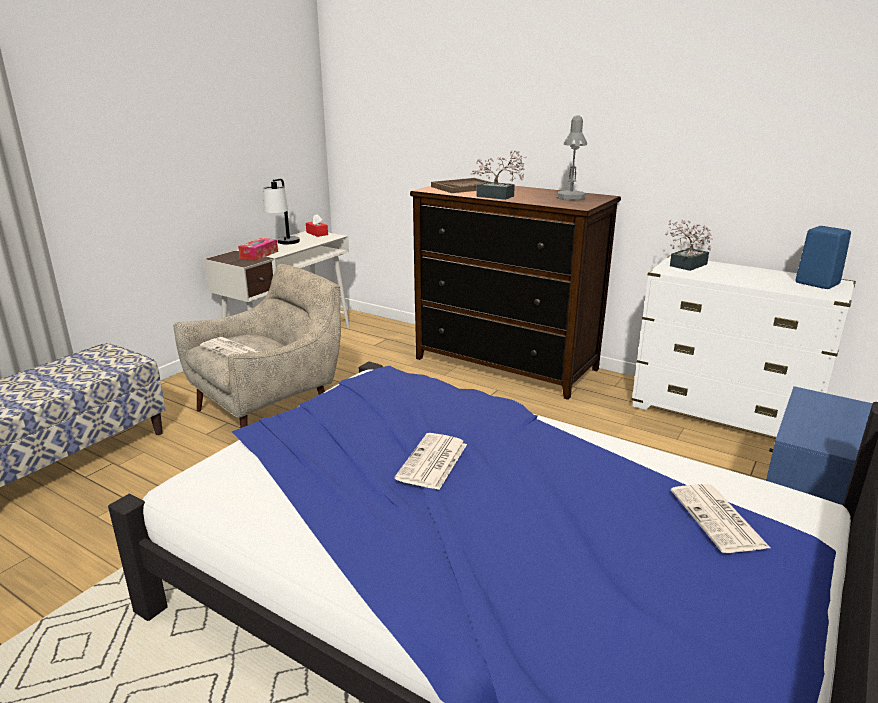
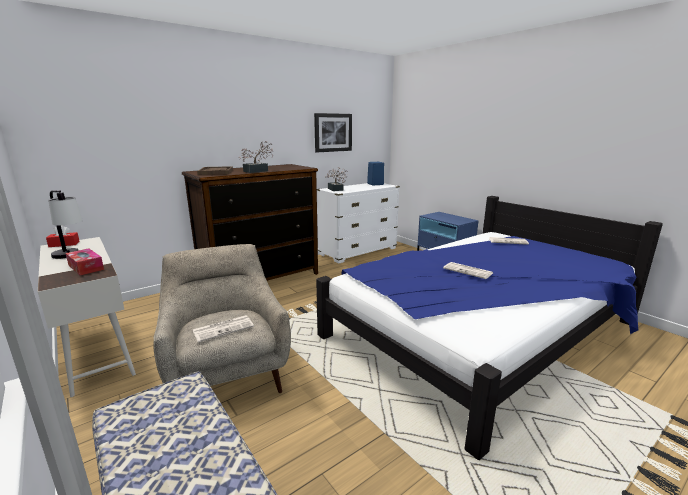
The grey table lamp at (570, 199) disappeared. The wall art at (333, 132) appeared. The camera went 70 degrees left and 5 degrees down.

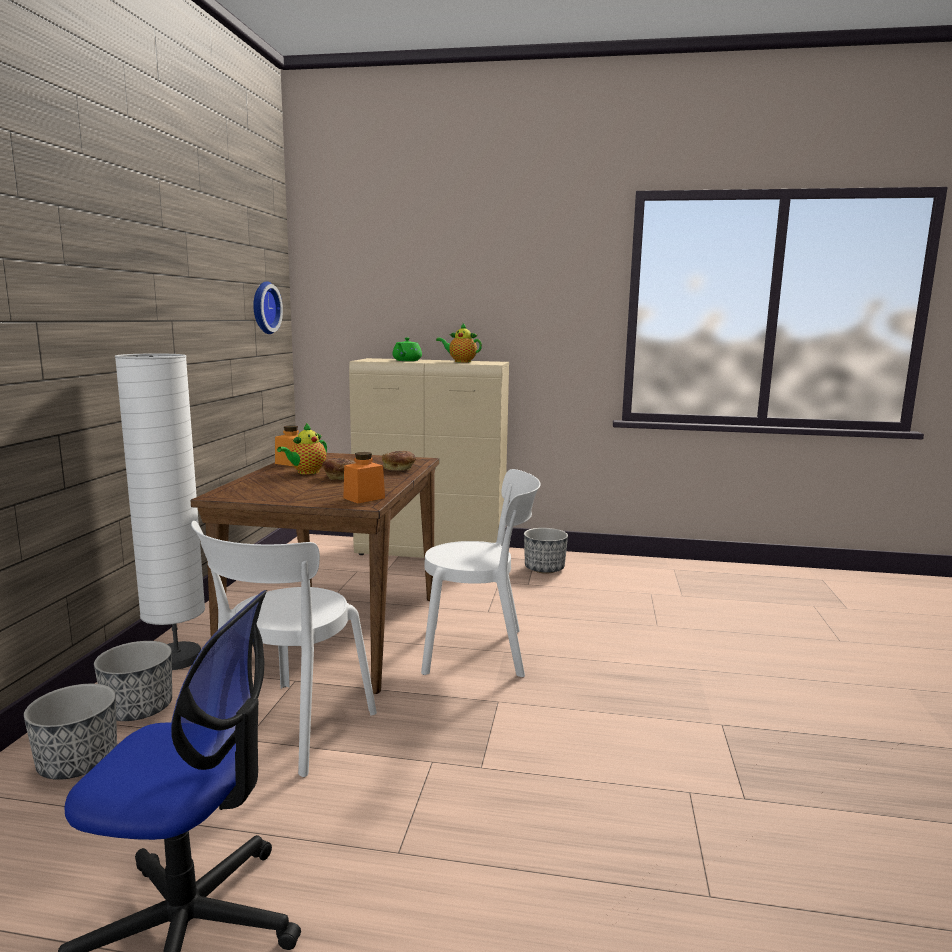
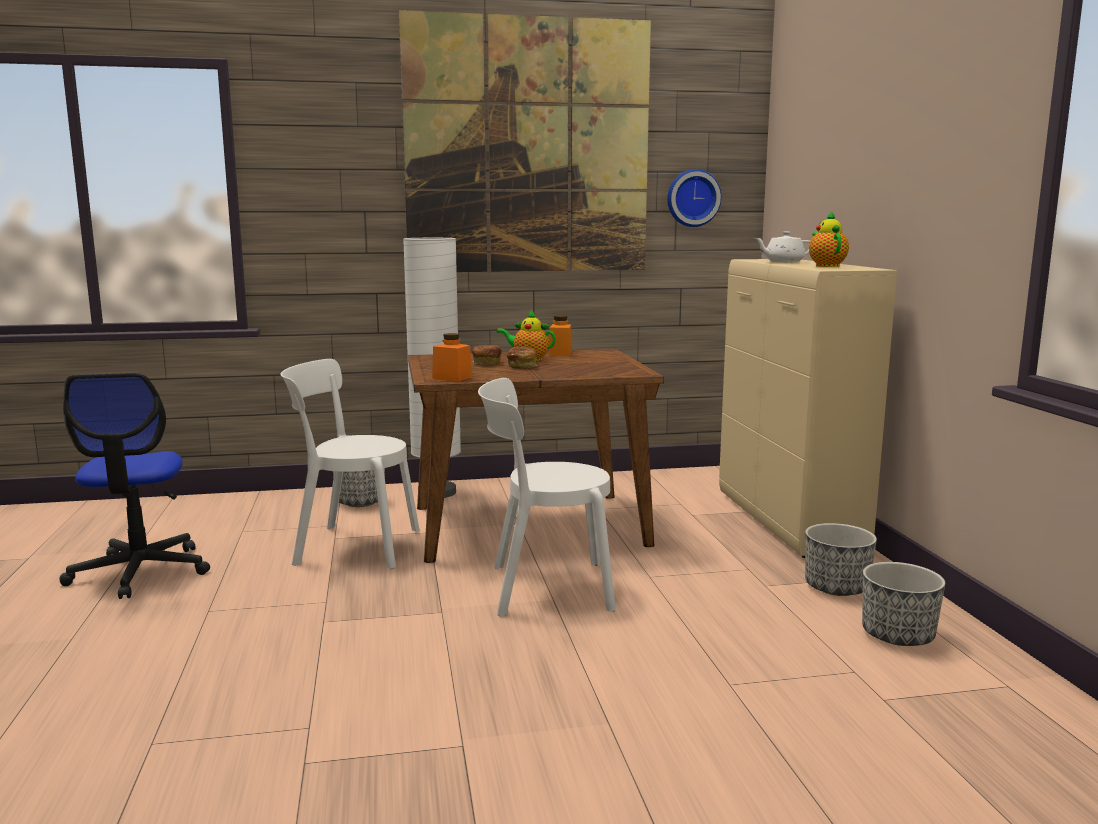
The wall art at (528, 147) appeared. The plant pot moved from (77, 763) to (897, 635). The baked bread moved from (399, 469) to (486, 363). The greenish teapot at (406, 361) became the whitish teapot at (783, 262). The whitish upright chair at (480, 651) turned 105 degrees clockwise. The camera went 70 degrees right and 0 degrees up.

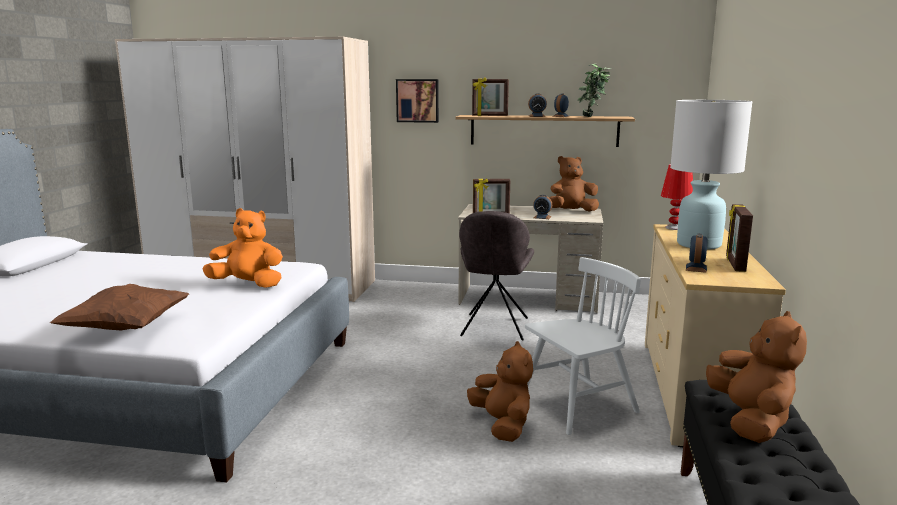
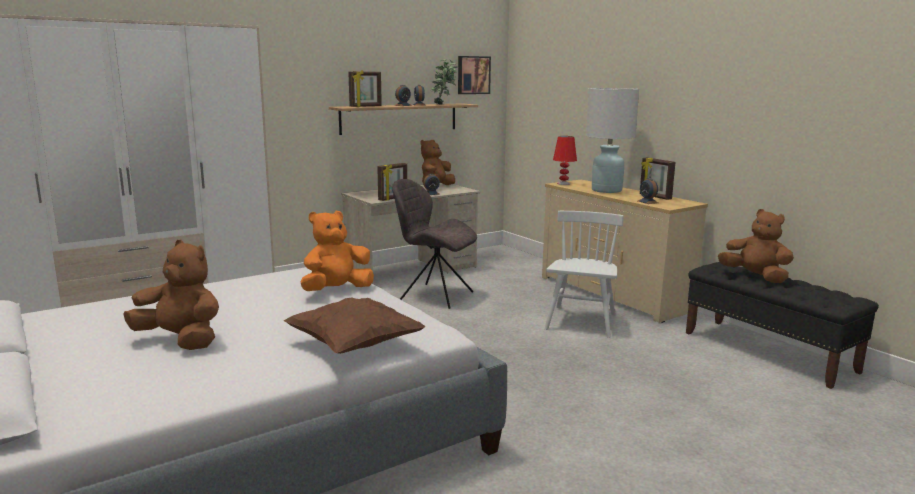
The wall art moved from (417, 100) to (473, 75). The brown cuddly toy moved from (502, 425) to (181, 340). The grey upright chair at (494, 328) turned 150 degrees clockwise. The camera went 45 degrees left and 0 degrees up.

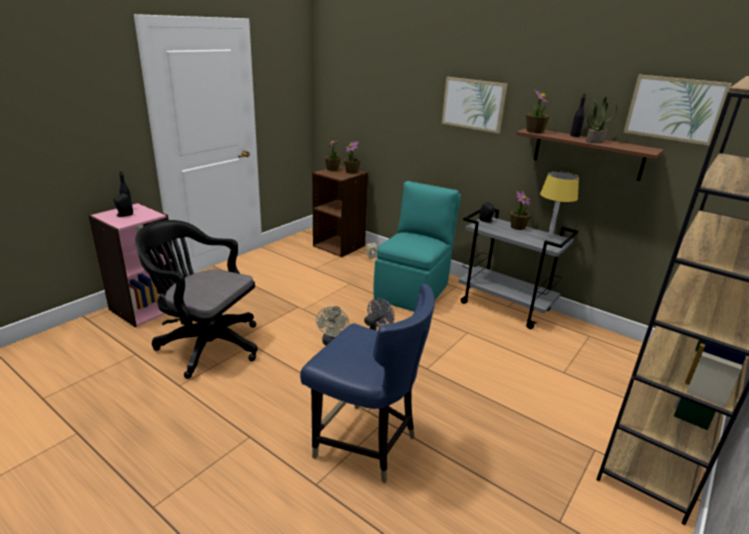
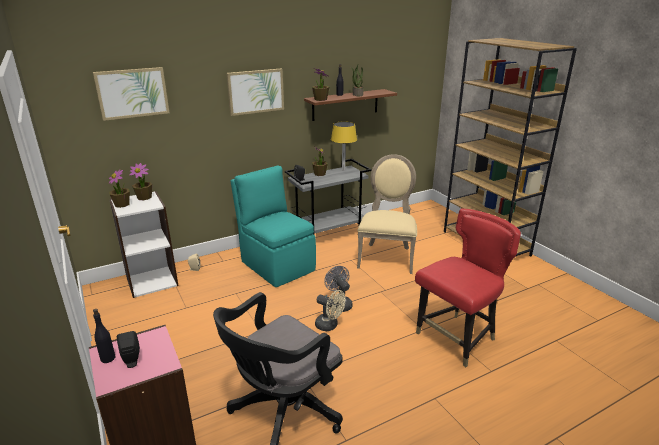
The sand-coloured upright chair at (387, 256) appeared. The wall art moved from (674, 109) to (132, 93). The blue upright chair at (365, 444) became the red-coloured upright chair at (457, 338). The brown bookcase at (339, 246) became the whitish bookcase at (152, 281). The camera went 65 degrees left and 0 degrees up.

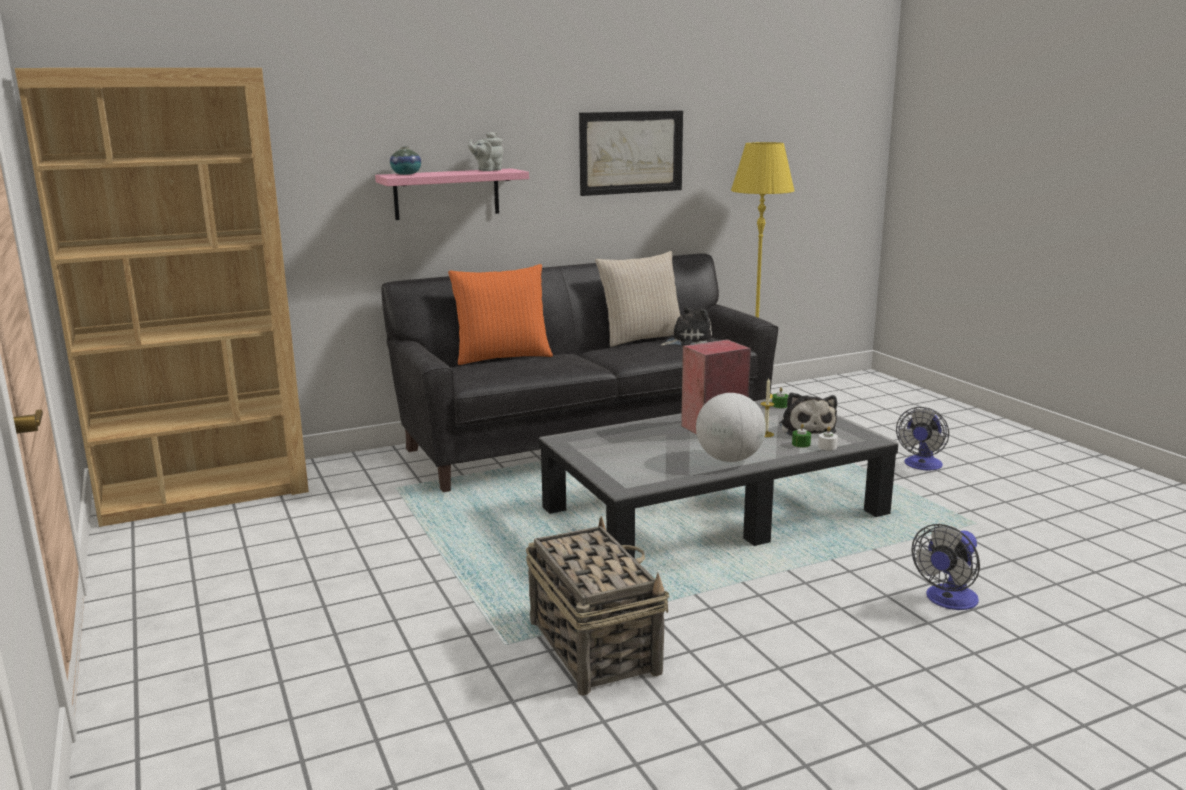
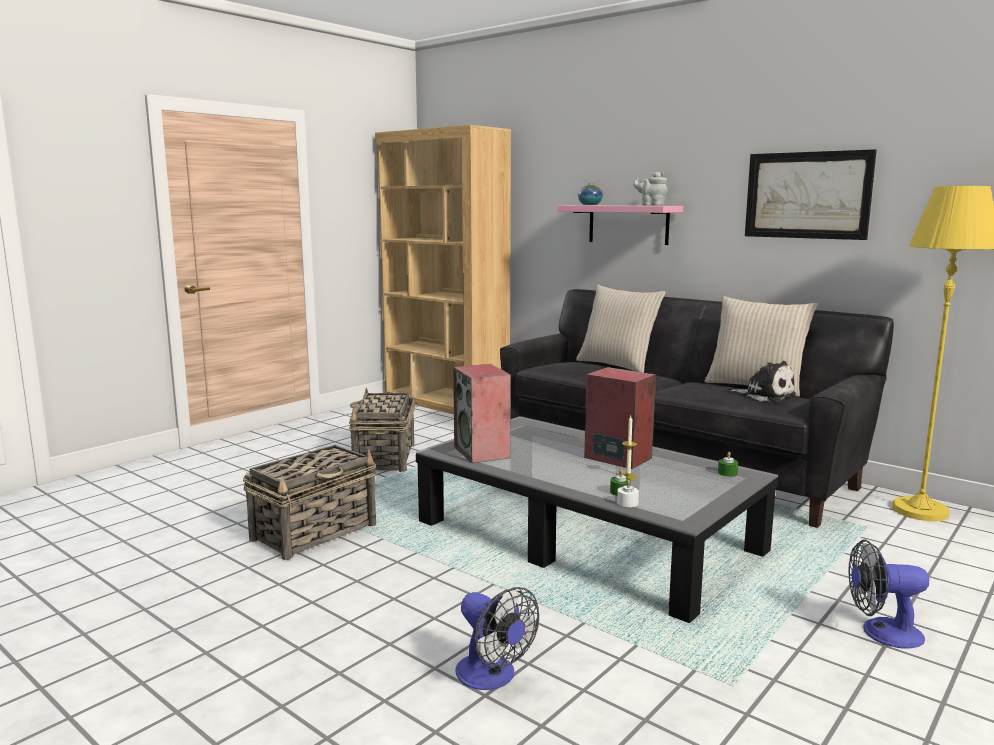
The desk globe at (729, 459) disappeared. The cuddly toy at (806, 428) disappeared. The basket at (384, 458) appeared. The loudspeaker at (482, 452) appeared. The orangey throw pillow at (502, 357) became the sand-coloured throw pillow at (617, 365). The cooling fan at (948, 601) turned 150 degrees counterclockwise. The camera went 65 degrees right and 5 degrees down.

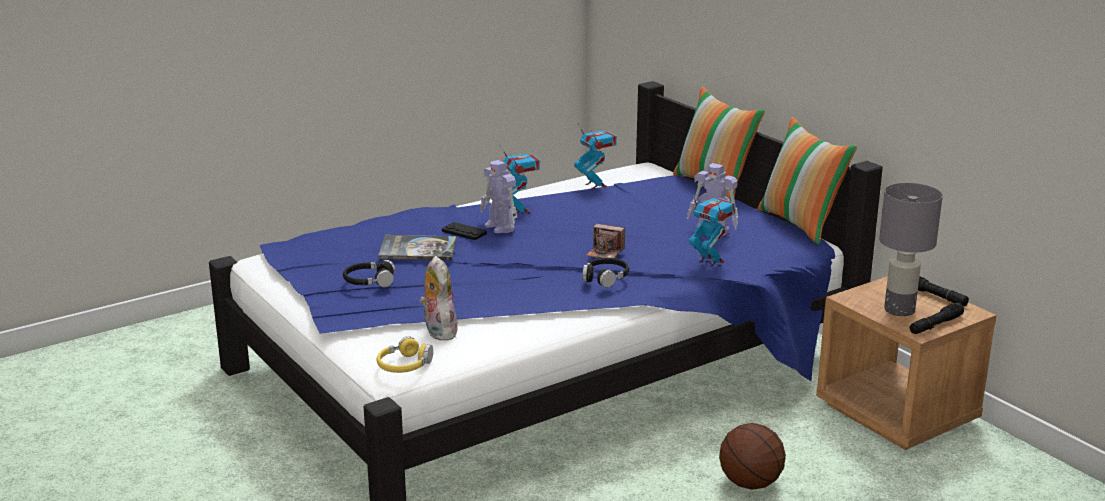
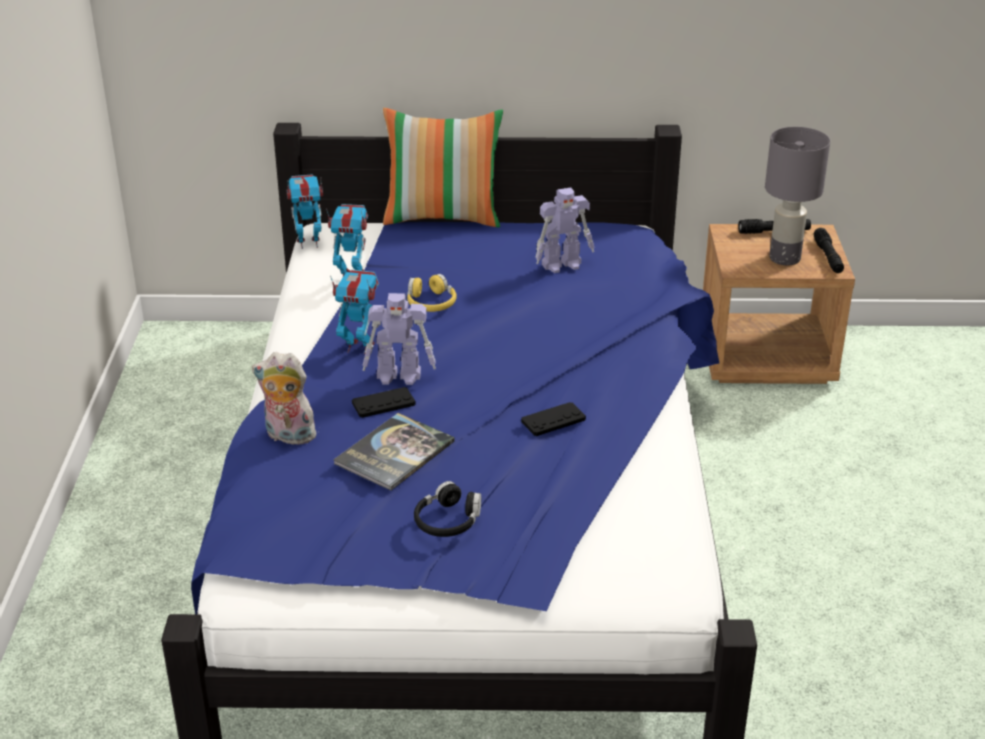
The black-coloured headset at (605, 278) disappeared. The still camera at (605, 253) disappeared. The basketball ball at (751, 483) disappeared. The throw pillow at (800, 224) disappeared. The black-coloured joypad at (553, 420) appeared. The yellow-coloured headset moved from (404, 365) to (431, 303). The cuddly toy moved from (438, 331) to (288, 436). The model robot moved from (710, 261) to (308, 243). The camera went 55 degrees left and 10 degrees up.

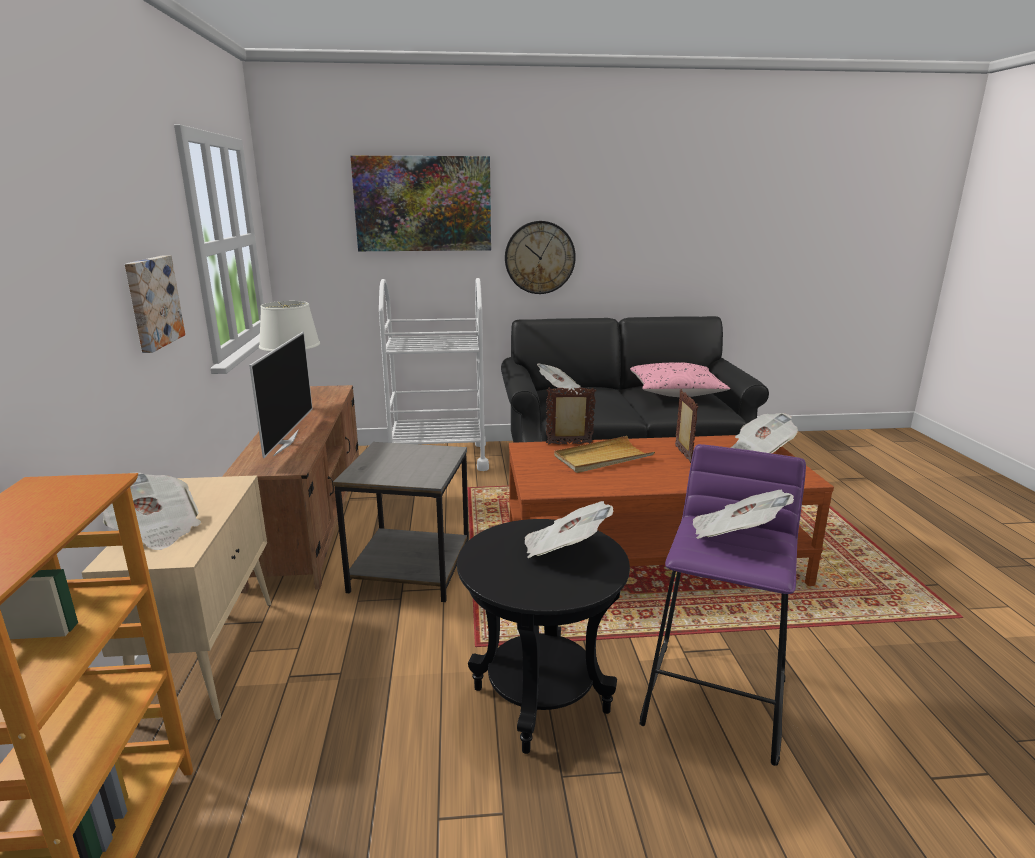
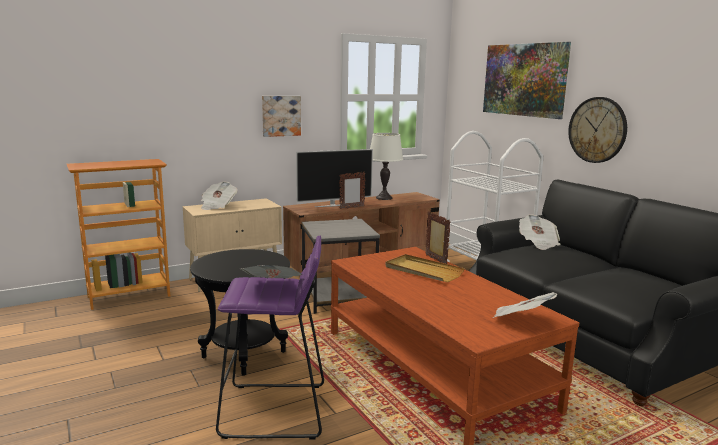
The printed paper at (564, 550) disappeared. The pink throw pillow at (676, 392) disappeared. The standing frame moved from (682, 454) to (351, 208). The camera went 65 degrees right and 5 degrees down.

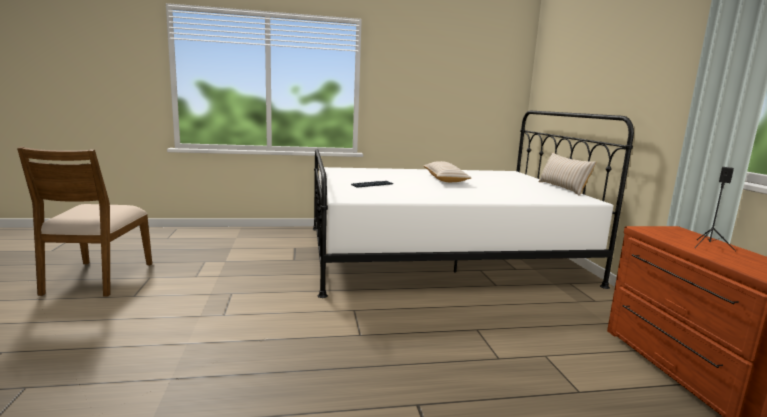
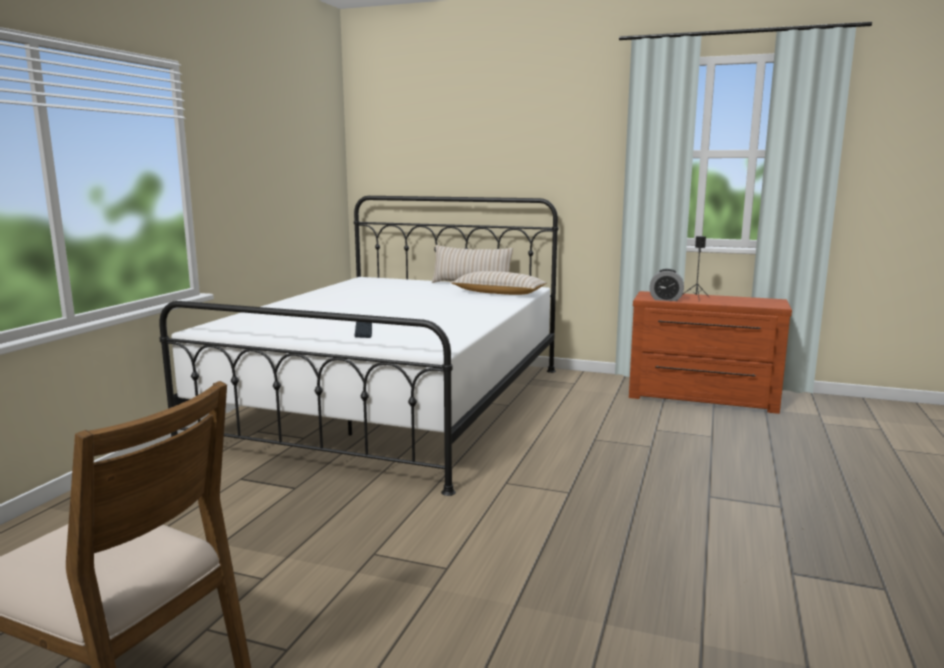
The alarm clock at (665, 299) appeared. The sand-coloured throw pillow moved from (445, 179) to (498, 293). The camera went 60 degrees left and 0 degrees up.

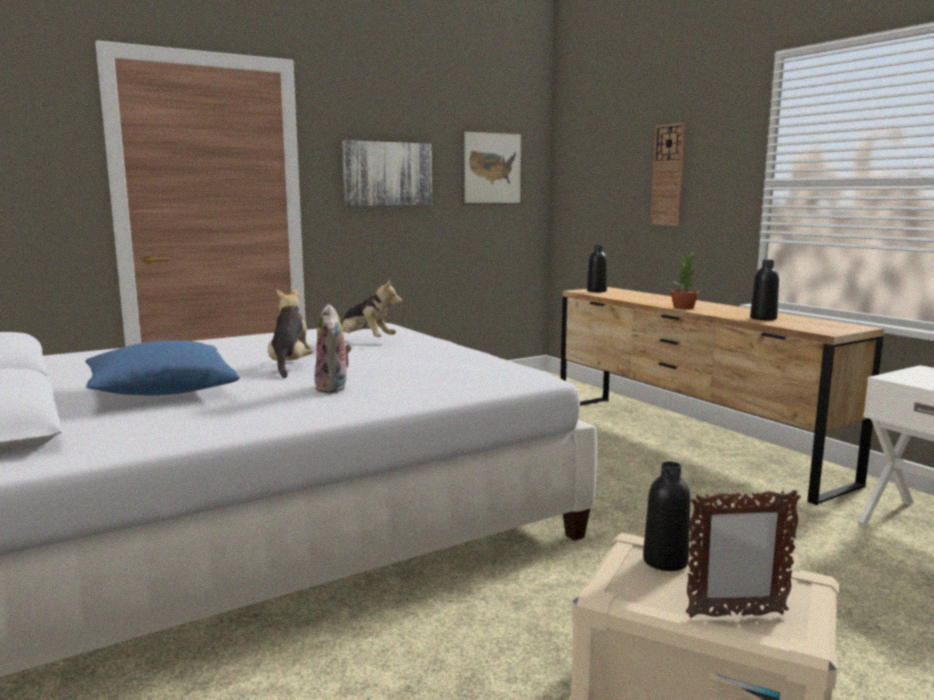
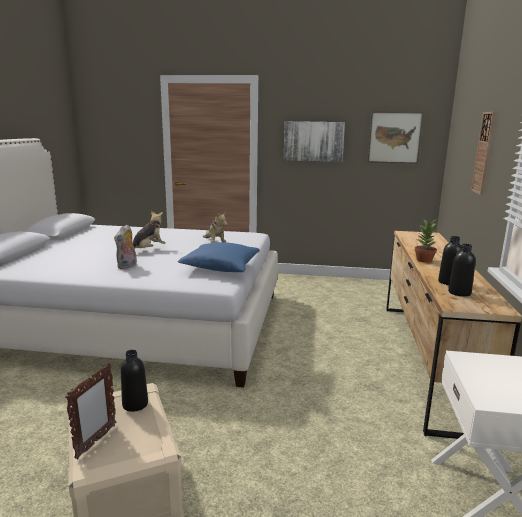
The blue throw pillow moved from (161, 391) to (221, 268). The black-coloured beverage bottle moved from (596, 291) to (459, 293). The standing frame at (735, 615) turned 105 degrees counterclockwise. The camera went 40 degrees right and 5 degrees up.

